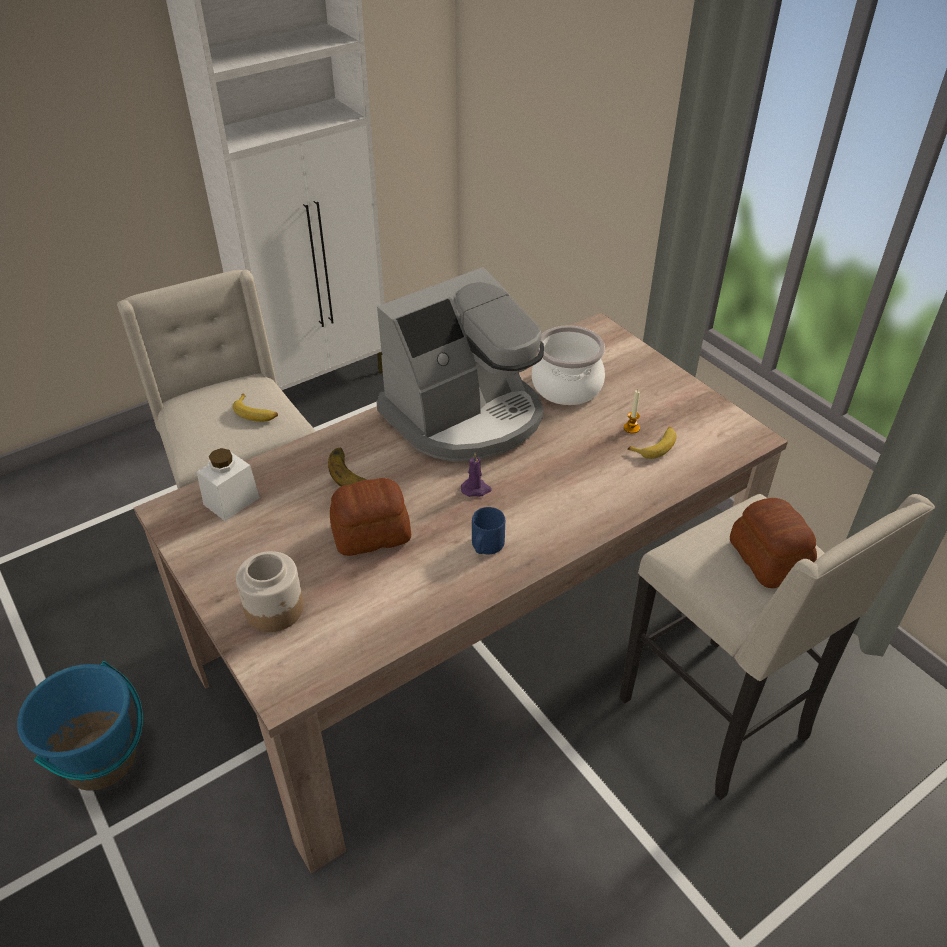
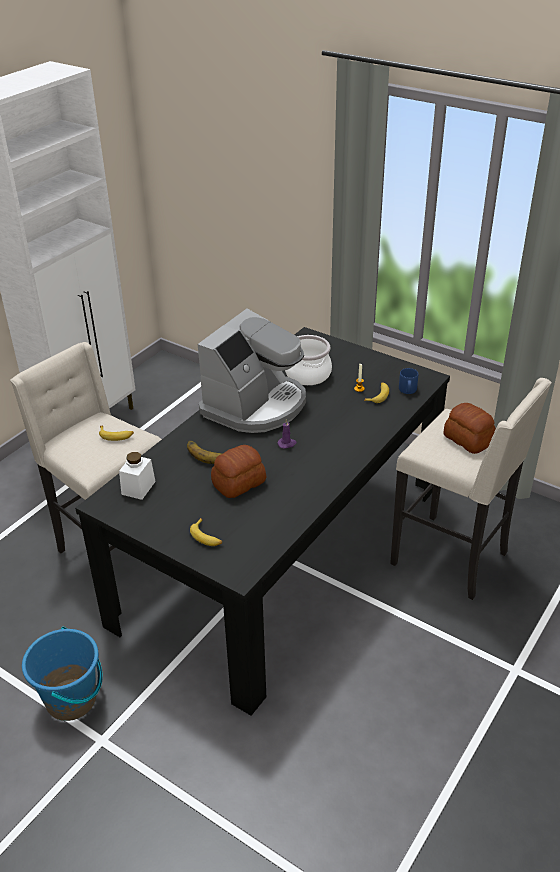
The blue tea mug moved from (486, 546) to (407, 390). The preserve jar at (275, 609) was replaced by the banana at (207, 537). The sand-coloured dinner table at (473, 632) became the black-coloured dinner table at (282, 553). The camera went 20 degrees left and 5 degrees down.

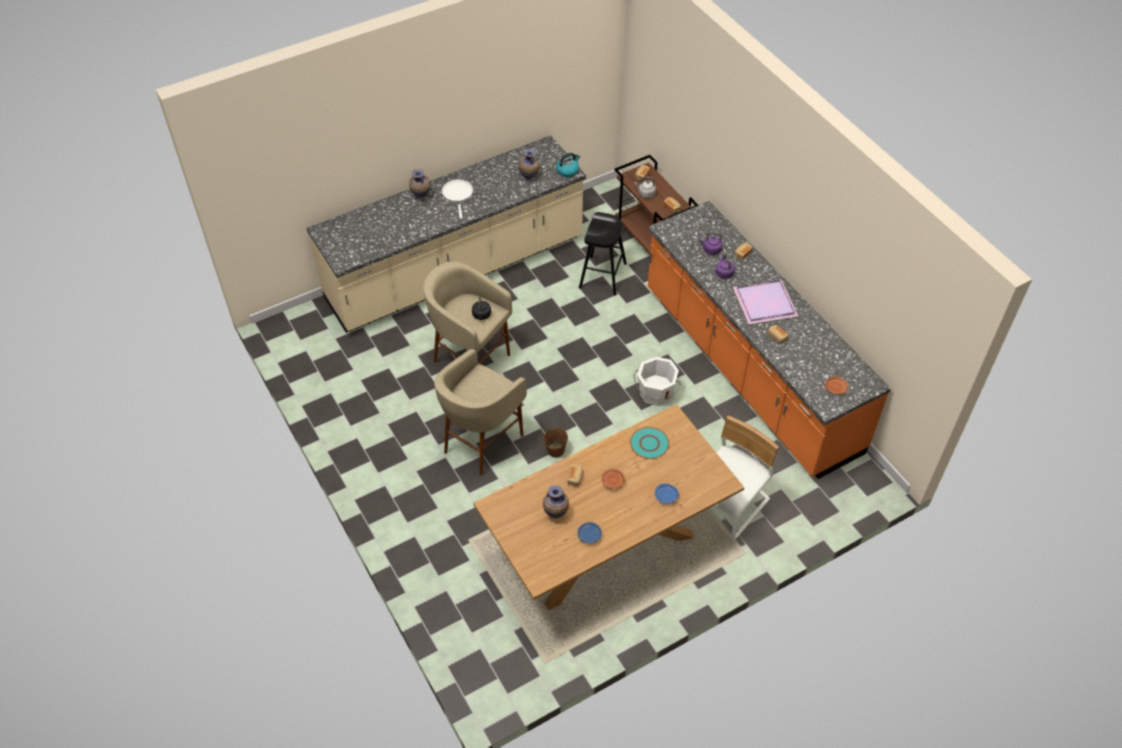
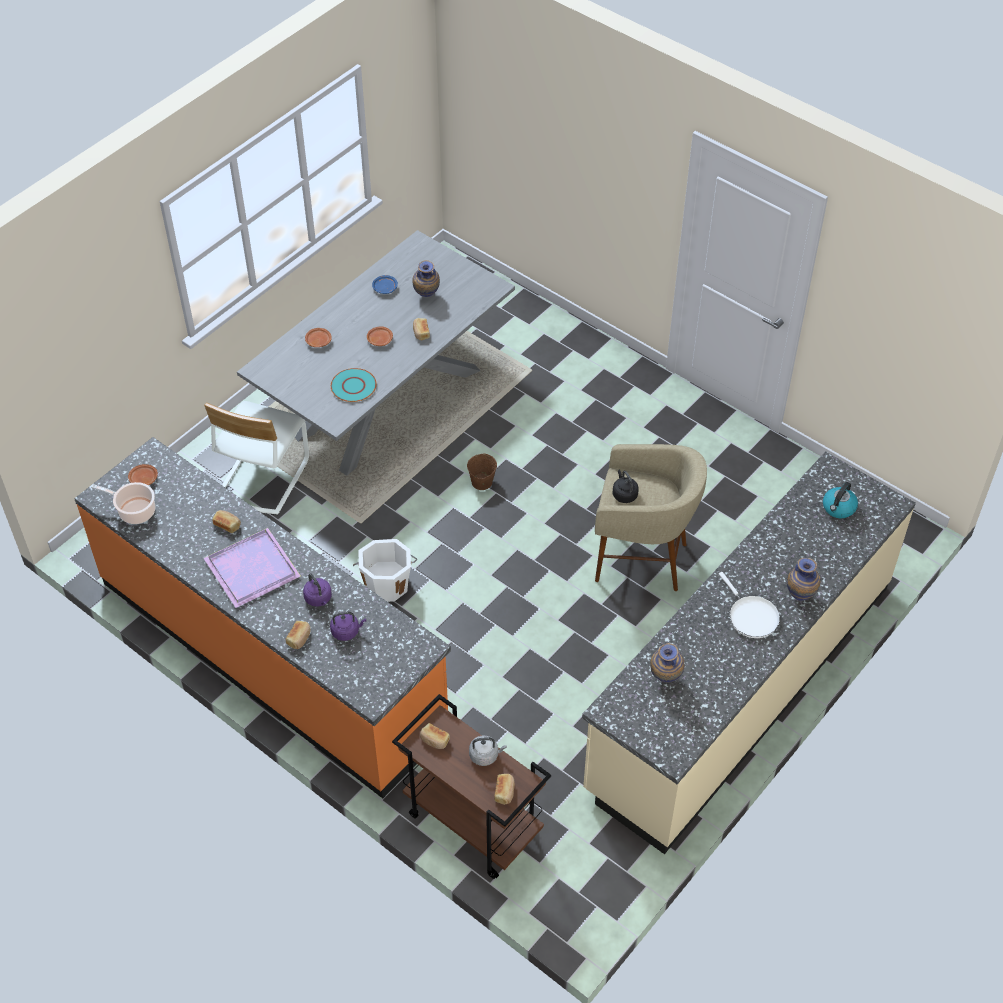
The sand-coloured stool at (482, 443) disappeared. The black-coloured stool at (602, 275) disappeared. The stockpot at (134, 511) appeared. The kettle moved from (567, 170) to (838, 508). The brown dinner table at (606, 545) became the grey dinner table at (386, 403). The blue dinner plate at (666, 496) became the brown dinner plate at (318, 341). The camera went 160 degrees right and 0 degrees up.

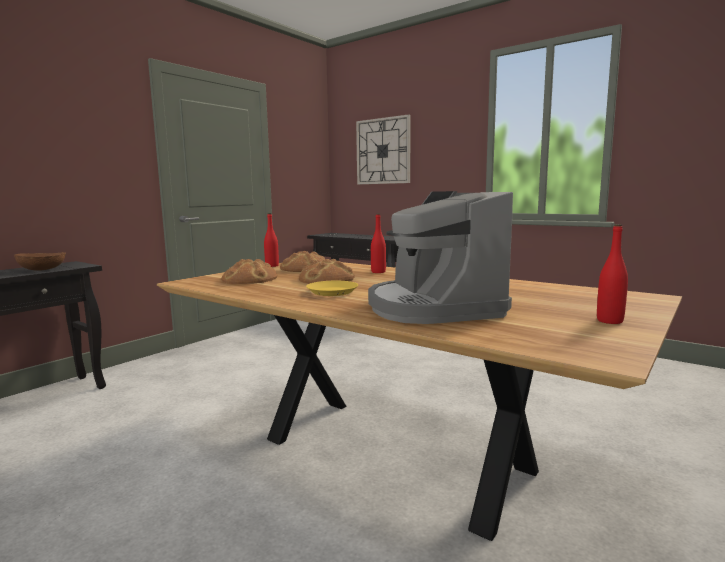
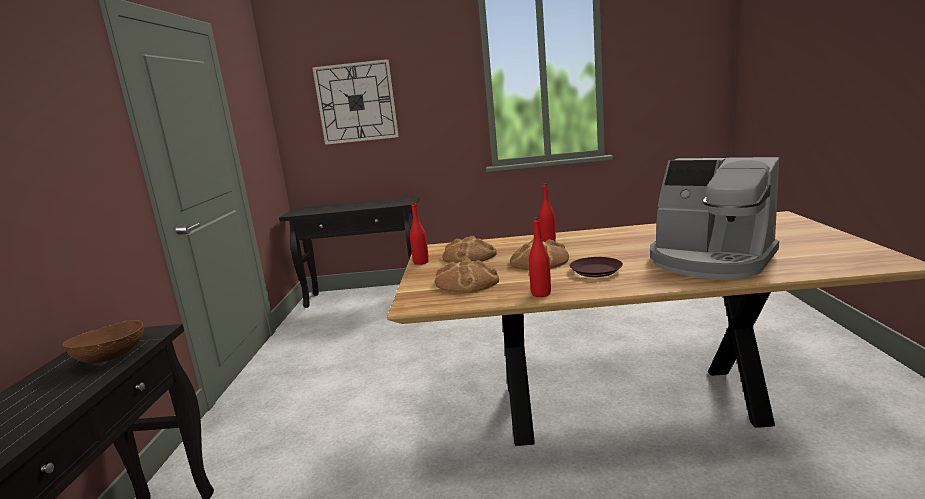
The red-coloured beverage bottle moved from (609, 321) to (541, 294). The yellow-coloured dinner plate at (332, 292) became the brown dinner plate at (595, 271). The camera went 35 degrees left and 5 degrees up.

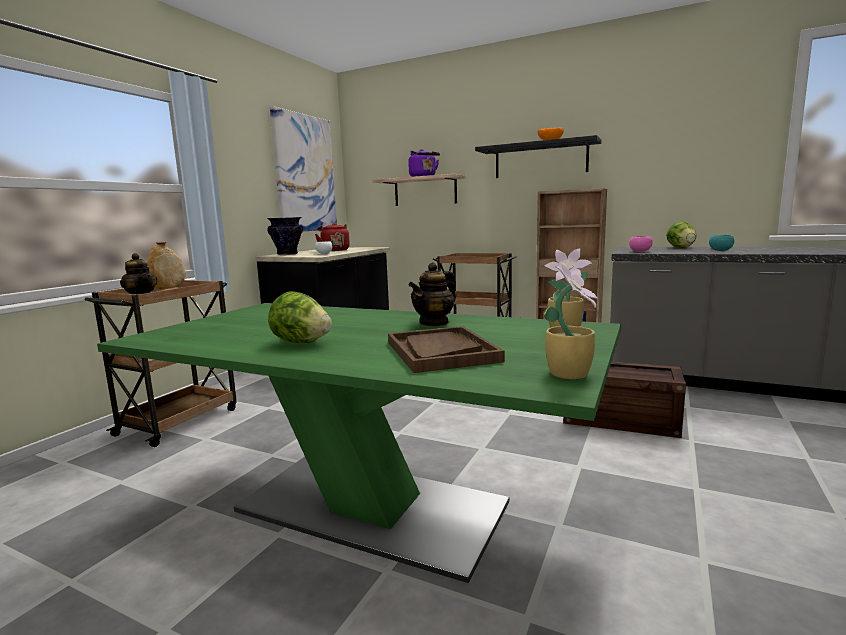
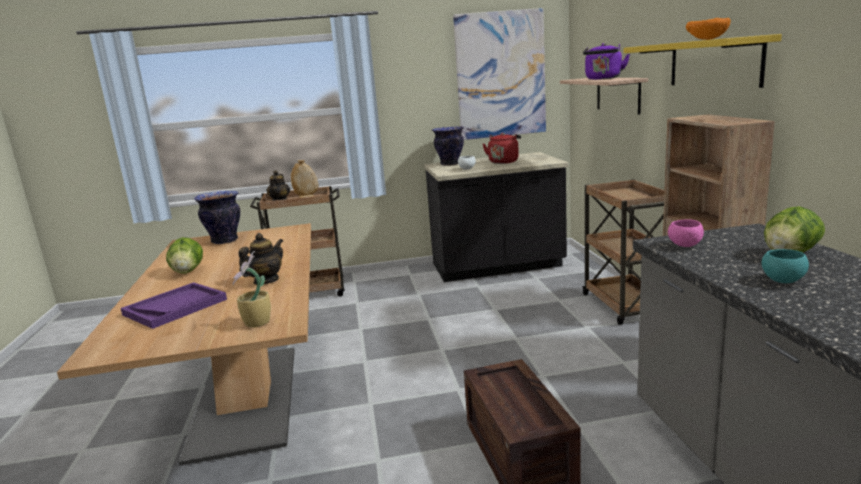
The potted plant at (570, 373) disappeared. The flower vase at (225, 241) appeared. The greenish dinner table at (371, 508) became the sand-coloured dinner table at (246, 400). The brown tray at (441, 351) became the purple tray at (175, 307). The black-coloured shelf at (540, 160) became the yellow-coloured shelf at (714, 63). The teapot at (434, 323) turned 120 degrees clockwise. The camera went 55 degrees right and 5 degrees up.

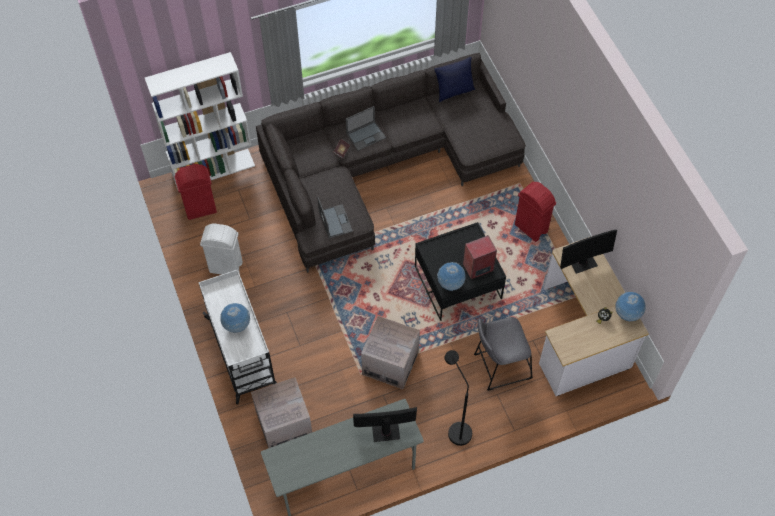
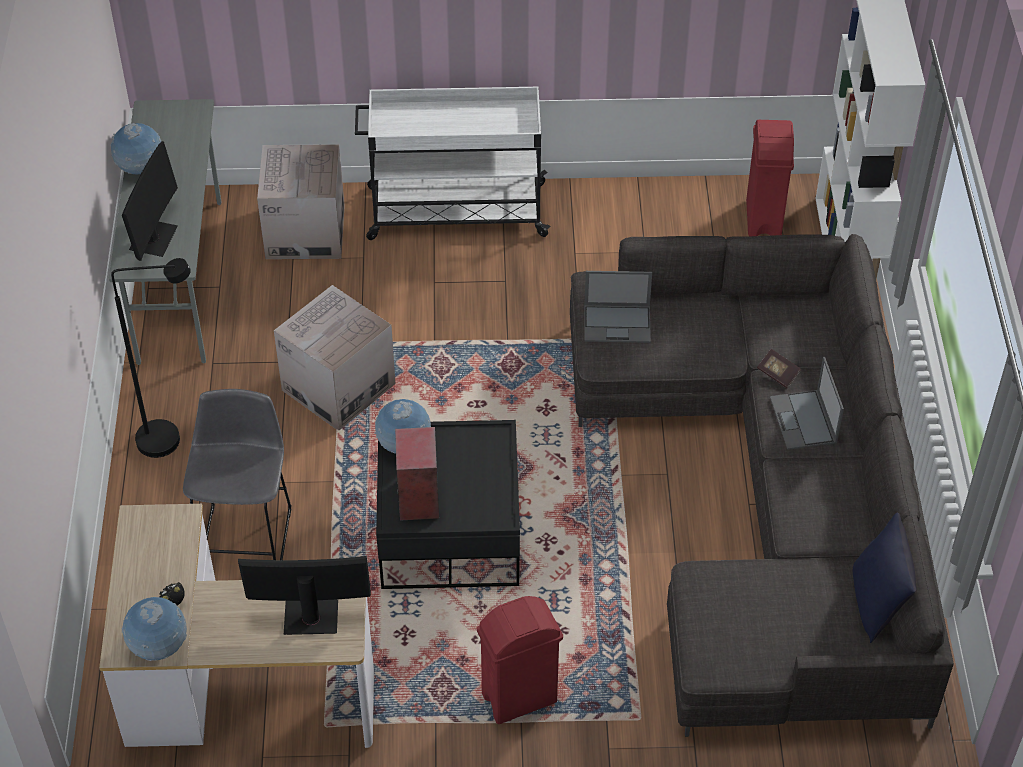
The whitish rubbish bin at (225, 267) disappeared. The desk globe moved from (237, 325) to (141, 169). The computer display at (582, 262) turned 90 degrees clockwise. The camera went 110 degrees right and 10 degrees down.

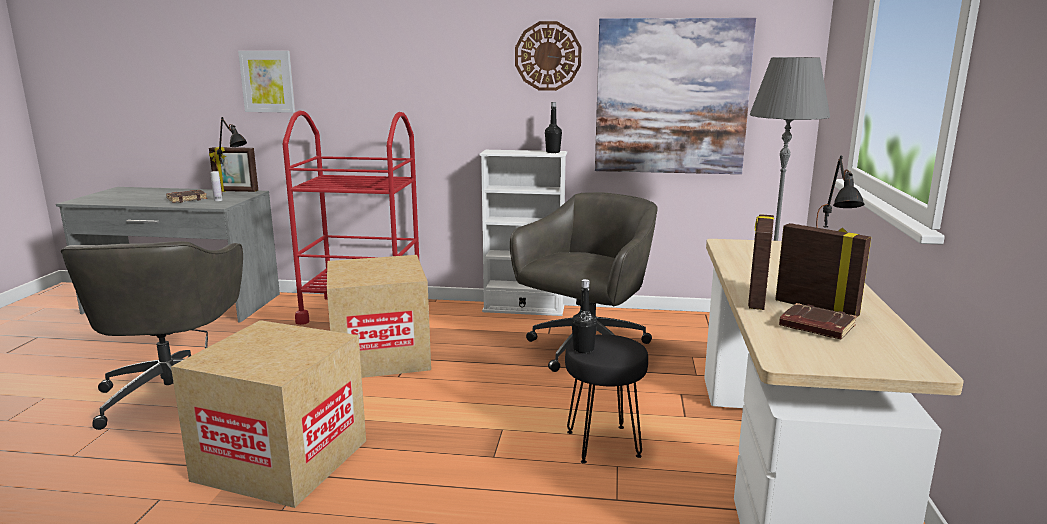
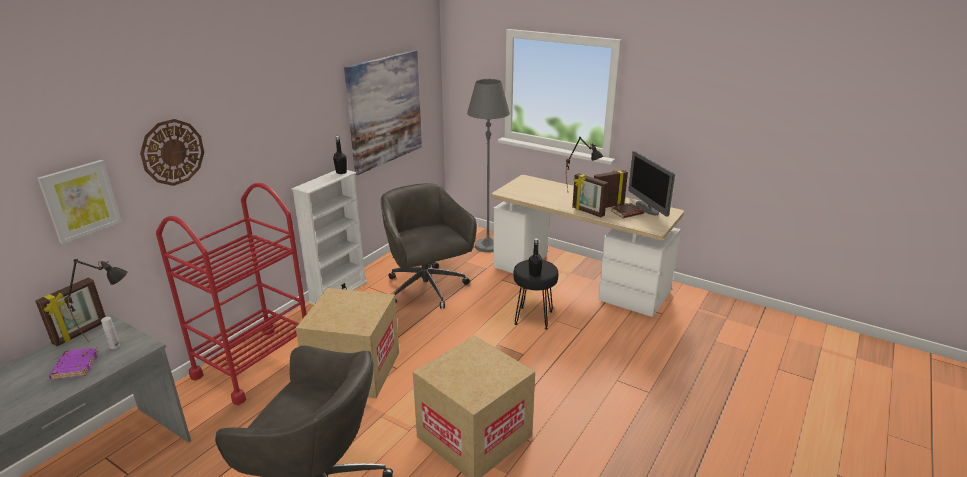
The computer display at (647, 208) appeared. The hanging clock moved from (548, 56) to (172, 152). The brown bound book at (187, 199) became the purple bound book at (75, 366). The camera went 65 degrees left and 10 degrees up.

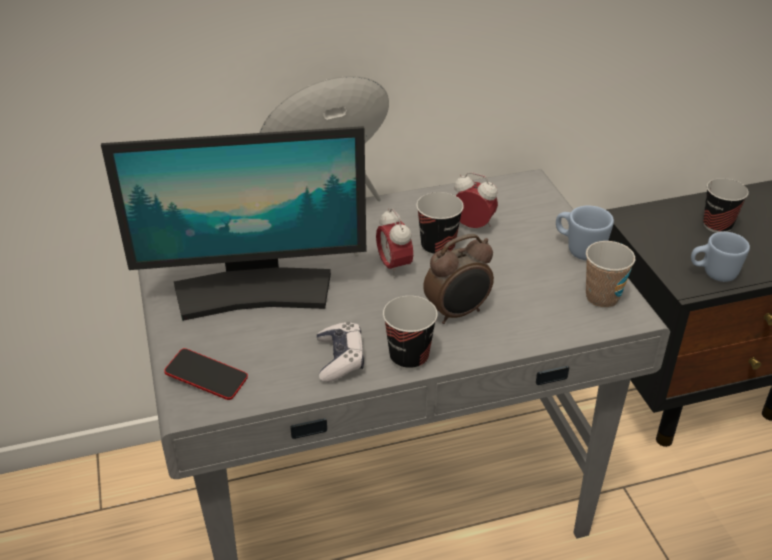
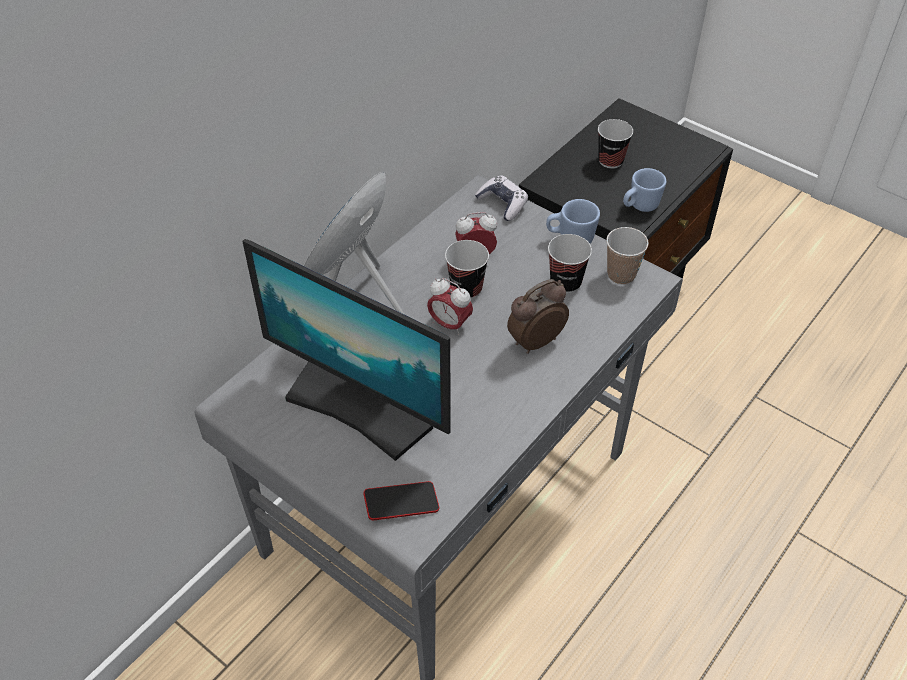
The joypad moved from (340, 359) to (502, 204). The drinking cup moved from (409, 357) to (565, 283). The computer display at (253, 291) turned 75 degrees clockwise. The alarm clock at (458, 313) turned 150 degrees counterclockwise. The camera went 35 degrees left and 10 degrees up.

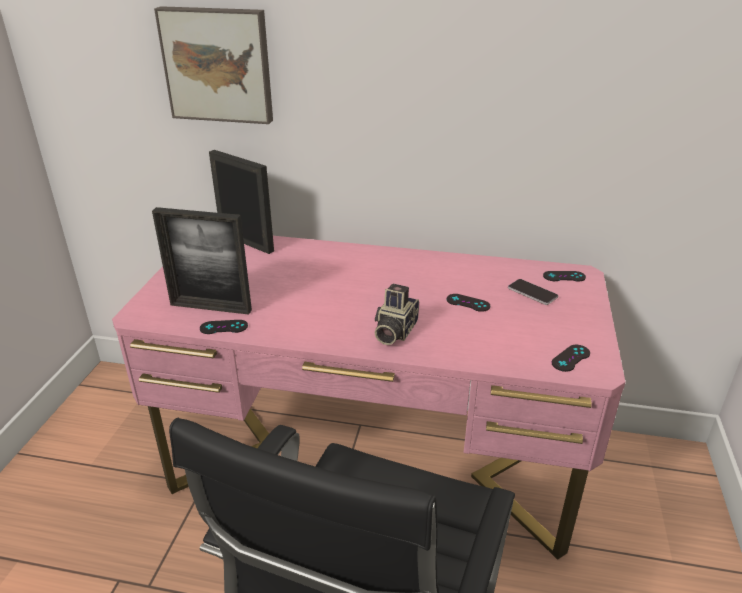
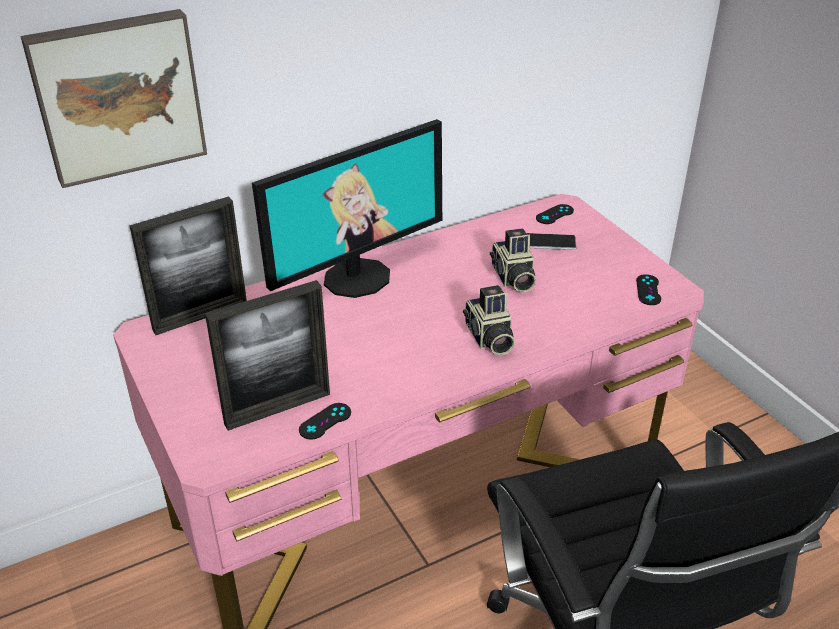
The computer display at (356, 277) appeared. The black-coloured joypad at (468, 303) was replaced by the still camera at (512, 278). The standing frame at (246, 242) turned 150 degrees clockwise. The camera went 40 degrees left and 5 degrees up.

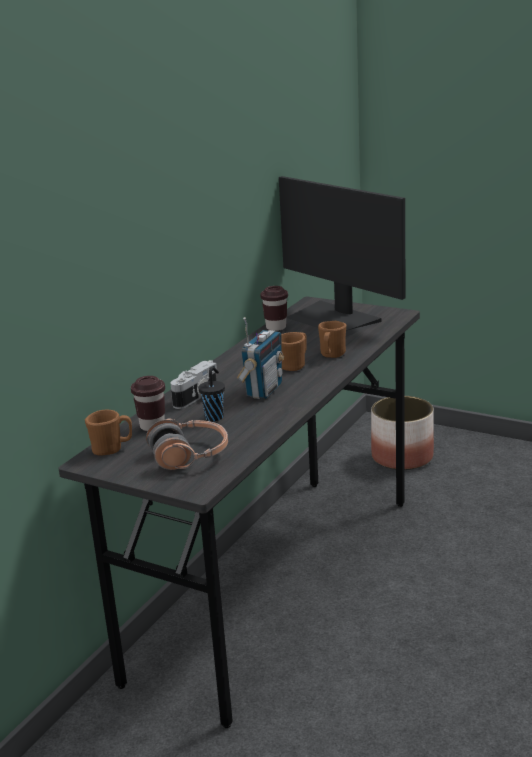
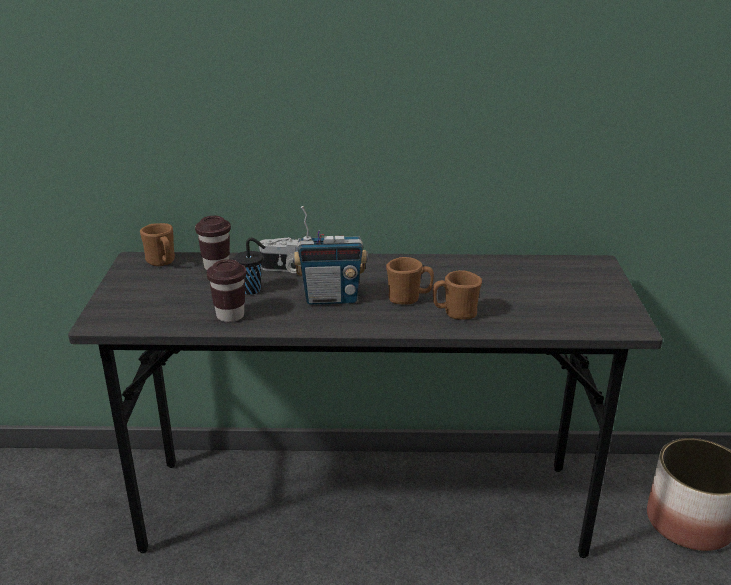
The headset at (189, 456) disappeared. The computer display at (334, 319) disappeared. The brown drinking cup moved from (276, 327) to (230, 315). The camera went 60 degrees right and 5 degrees up.

